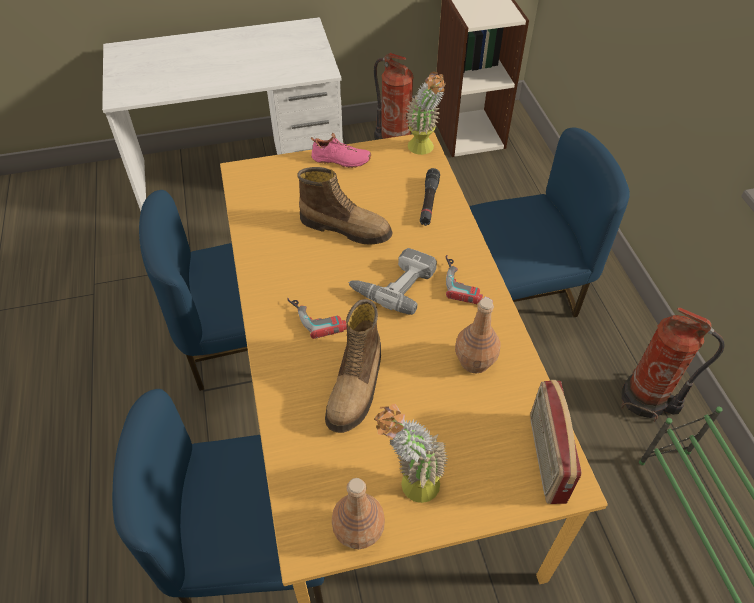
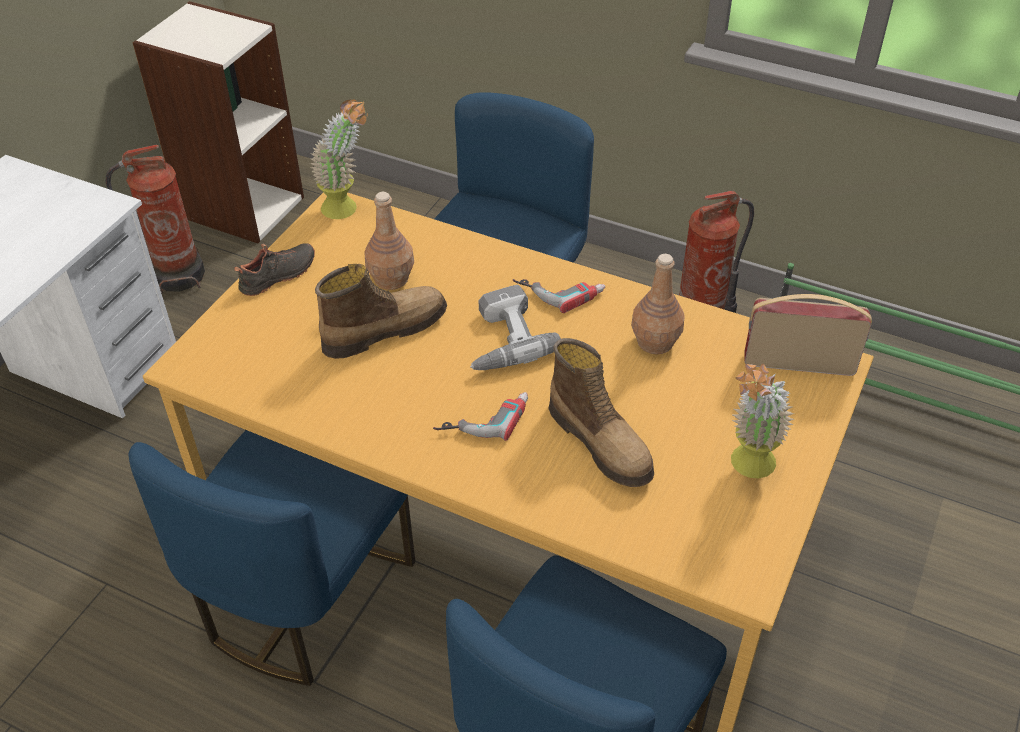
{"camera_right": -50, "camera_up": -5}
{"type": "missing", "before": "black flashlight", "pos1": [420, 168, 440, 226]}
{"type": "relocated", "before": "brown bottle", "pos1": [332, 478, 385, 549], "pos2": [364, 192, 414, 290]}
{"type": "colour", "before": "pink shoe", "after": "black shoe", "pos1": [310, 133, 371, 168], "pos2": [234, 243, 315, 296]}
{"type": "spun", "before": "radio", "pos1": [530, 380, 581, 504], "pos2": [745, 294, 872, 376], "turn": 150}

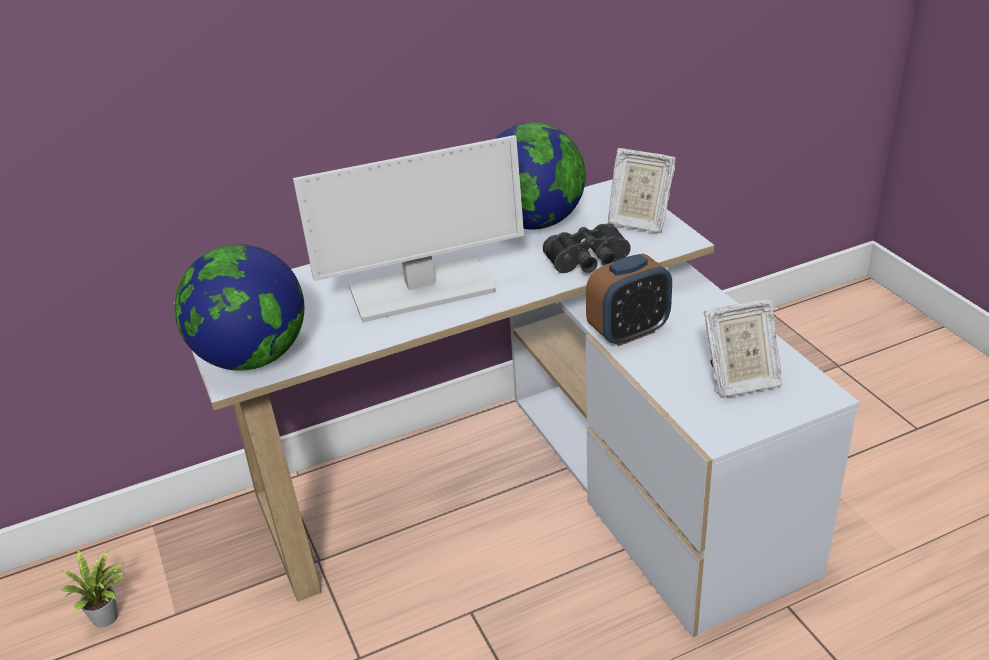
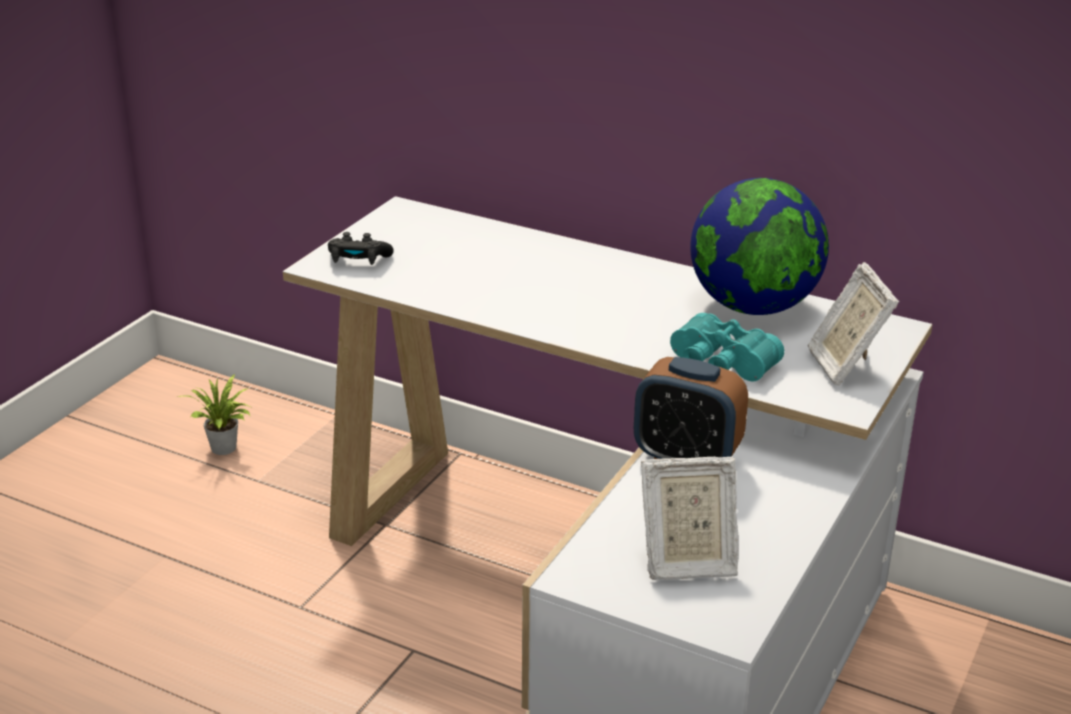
{"camera_right": 50, "camera_up": -5}
{"type": "missing", "before": "monitor", "pos1": [293, 135, 524, 323]}
{"type": "exchanged", "before": "globe", "after": "black game controller", "pos1": [174, 244, 304, 371], "pos2": [328, 232, 394, 265]}
{"type": "colour", "before": "black binoculars", "after": "turquoise binoculars", "pos1": [543, 224, 631, 273], "pos2": [670, 313, 784, 381]}
{"type": "spun", "before": "picture frame", "pos1": [704, 299, 782, 398], "pos2": [641, 457, 739, 580], "turn": -45}

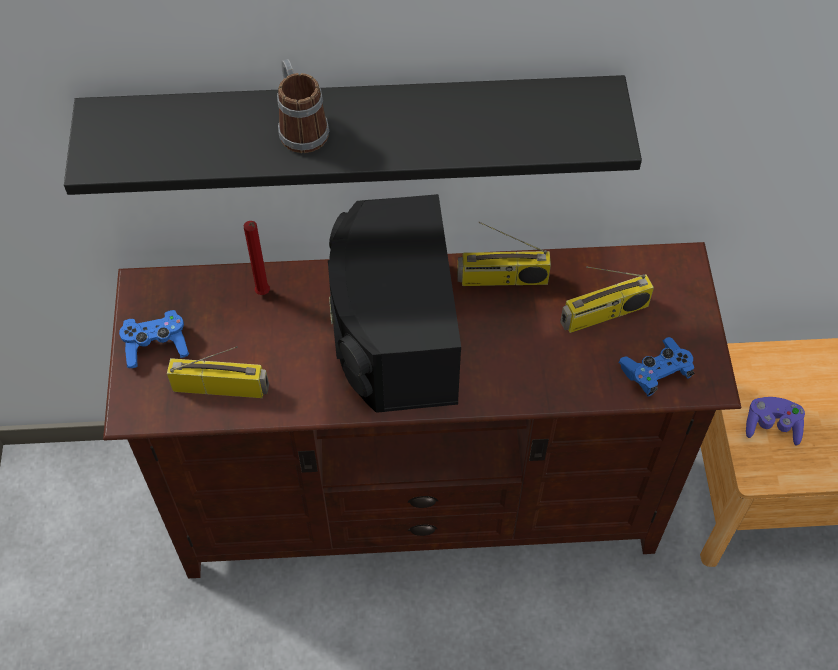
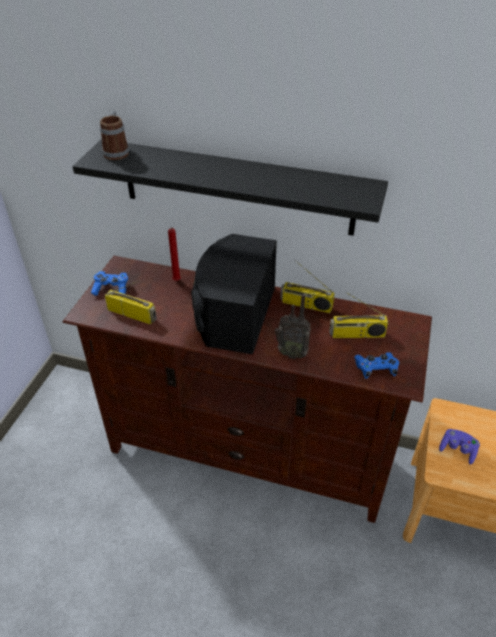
{"camera_right": 20, "camera_up": -15}
{"type": "appeared", "after": "radio", "pos2": [274, 293, 311, 359]}
{"type": "relocated", "before": "mug", "pos1": [277, 59, 329, 153], "pos2": [100, 111, 129, 160]}

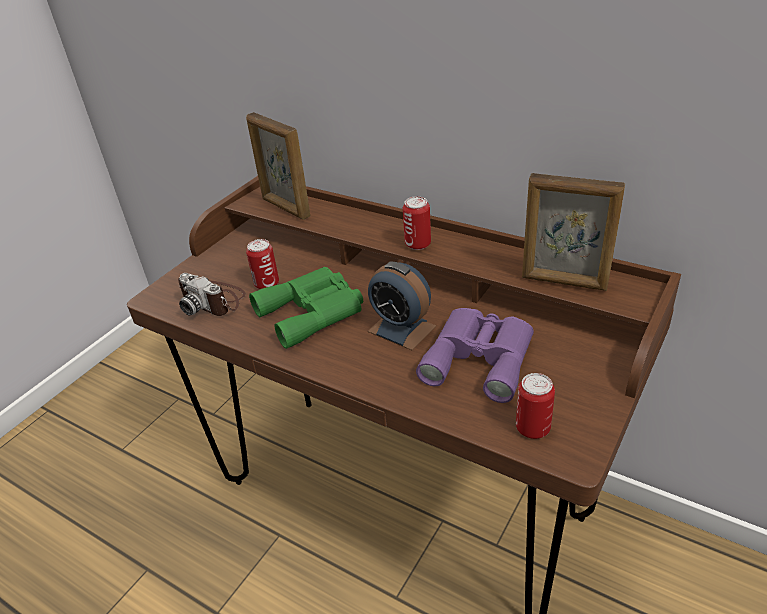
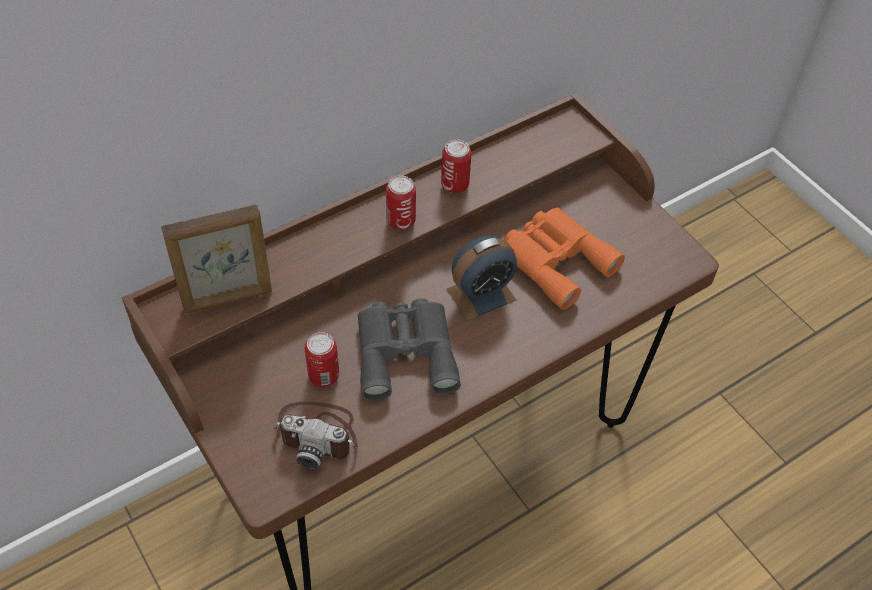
{"camera_right": -70, "camera_up": 15}
{"type": "missing", "before": "picture frame", "pos1": [522, 173, 625, 291]}
{"type": "relocated", "before": "can", "pos1": [516, 373, 555, 439], "pos2": [441, 139, 472, 193]}
{"type": "colour", "before": "green binoculars", "after": "grey binoculars", "pos1": [249, 267, 363, 349], "pos2": [358, 298, 461, 401]}
{"type": "colour", "before": "purple binoculars", "after": "orange binoculars", "pos1": [416, 308, 534, 403], "pos2": [504, 208, 625, 310]}
{"type": "spun", "before": "photo camera", "pos1": [178, 273, 246, 316], "pos2": [273, 401, 358, 469], "turn": 45}

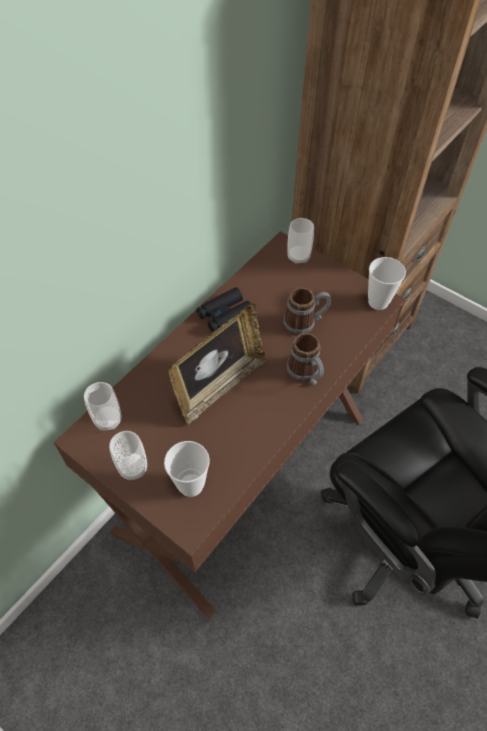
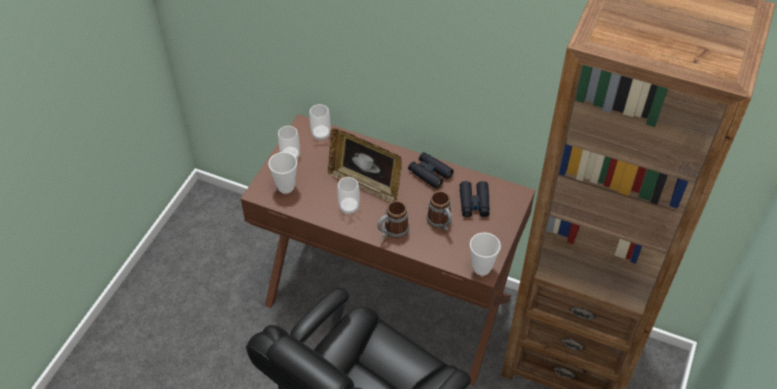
{"camera_right": 75, "camera_up": -5}
{"type": "appeared", "after": "black binoculars", "pos2": [460, 181, 490, 217]}
{"type": "relocated", "before": "cup", "pos1": [287, 218, 314, 264], "pos2": [338, 177, 359, 214]}

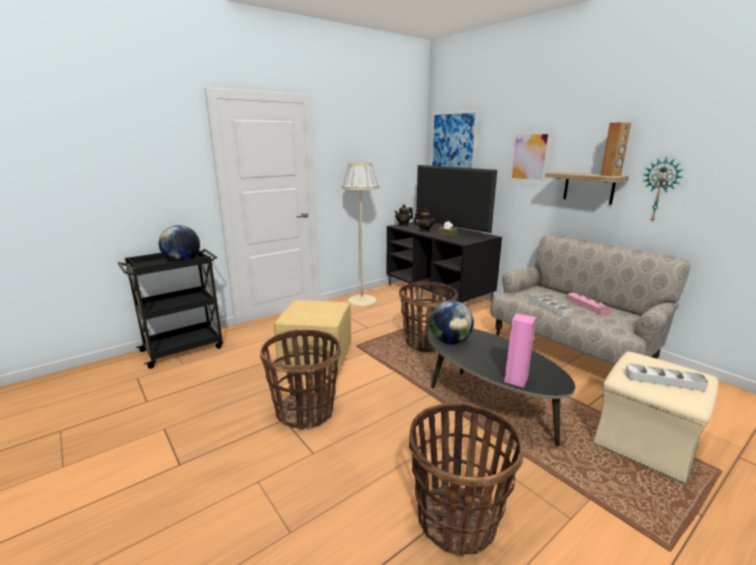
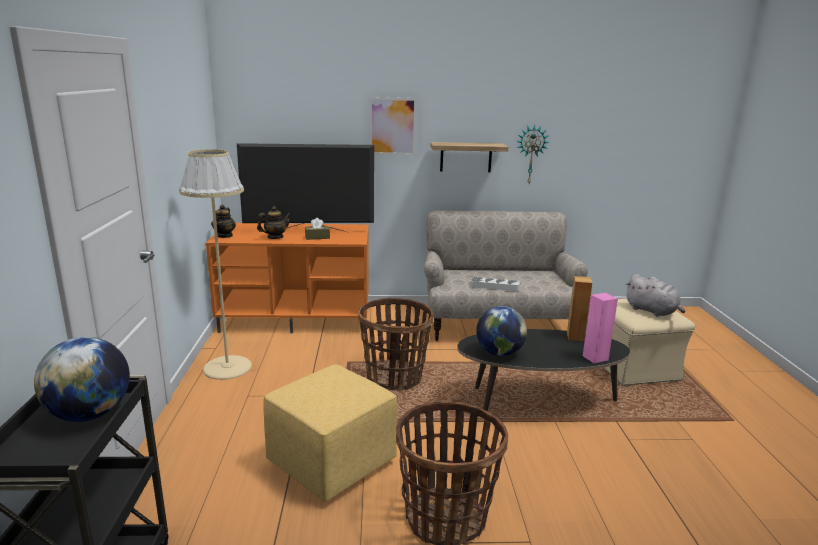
{"camera_right": -55, "camera_up": 0}
{"type": "missing", "before": "basket", "pos1": [409, 403, 523, 556]}
{"type": "missing", "before": "picture", "pos1": [431, 110, 479, 168]}
{"type": "missing", "before": "pink tray", "pos1": [567, 293, 612, 315]}
{"type": "relocated", "before": "brown speaker", "pos1": [601, 122, 631, 176], "pos2": [567, 276, 592, 341]}
{"type": "exchanged", "before": "grey tray", "after": "grey plush toy", "pos1": [625, 363, 709, 391], "pos2": [625, 274, 685, 317]}
{"type": "colour", "before": "black tv stand", "after": "orange tv stand", "pos1": [386, 221, 502, 303], "pos2": [206, 223, 369, 333]}

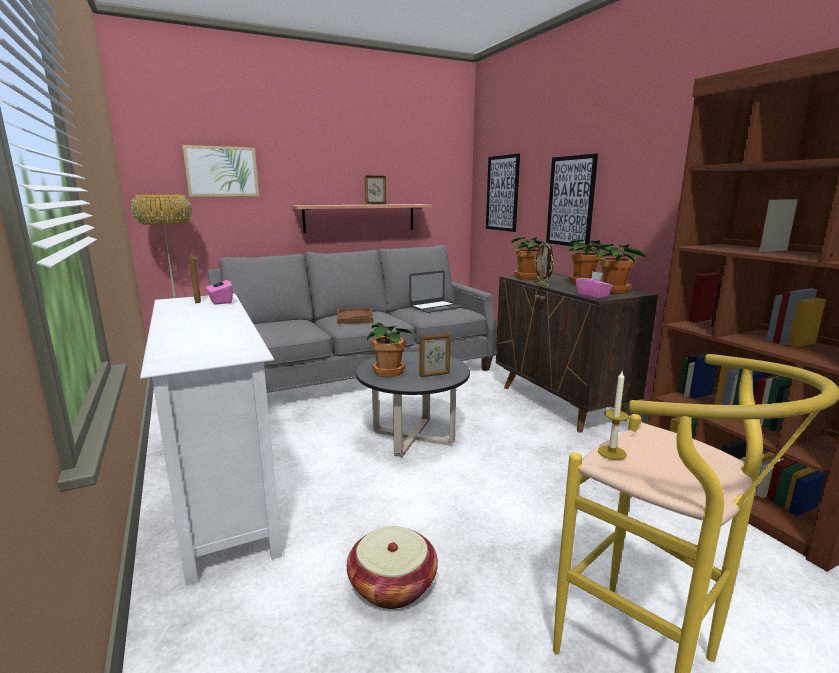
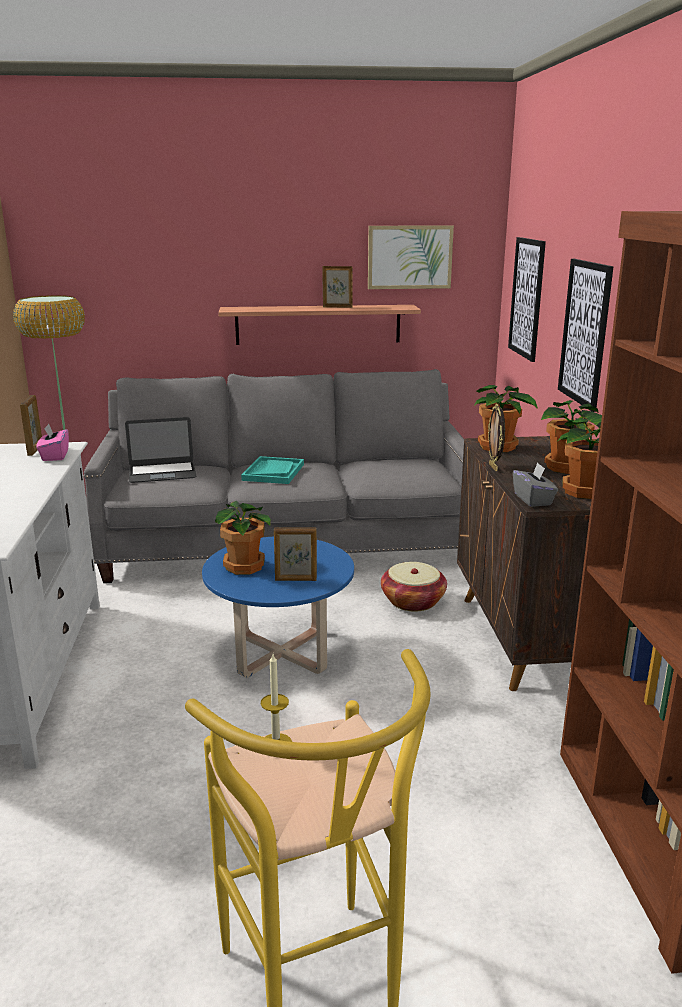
{"camera_right": 20, "camera_up": 5}
{"type": "relocated", "before": "picture", "pos1": [182, 145, 259, 197], "pos2": [368, 225, 454, 289]}
{"type": "relocated", "before": "basket", "pos1": [347, 526, 438, 609], "pos2": [381, 562, 447, 612]}
{"type": "relocated", "before": "laptop", "pos1": [409, 271, 463, 313], "pos2": [125, 417, 196, 483]}
{"type": "colour", "before": "brown tray", "after": "turquoise tray", "pos1": [337, 308, 373, 324], "pos2": [241, 456, 304, 484]}
{"type": "colour", "before": "black coffee table", "after": "blue coffee table", "pos1": [356, 352, 470, 457], "pos2": [202, 537, 354, 678]}
{"type": "colour", "before": "pink tissue box", "after": "grey tissue box", "pos1": [576, 271, 613, 299], "pos2": [513, 463, 558, 507]}

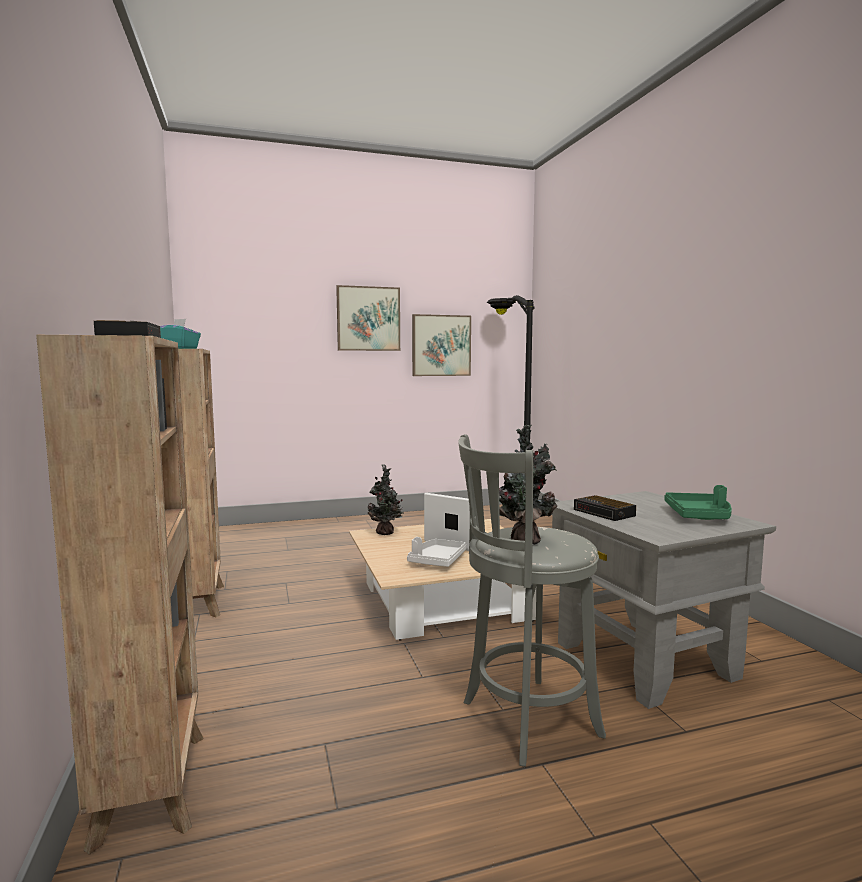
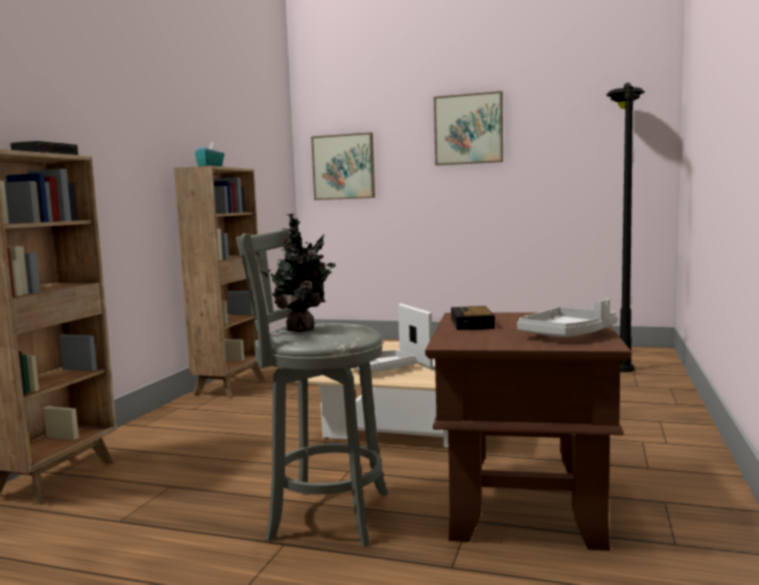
{"camera_right": 35, "camera_up": 0}
{"type": "missing", "before": "potted plant", "pos1": [368, 464, 404, 535]}
{"type": "relocated", "before": "picture", "pos1": [412, 314, 471, 376], "pos2": [311, 132, 375, 200]}
{"type": "colour", "before": "grey side table", "after": "brown side table", "pos1": [552, 491, 776, 709], "pos2": [425, 312, 632, 551]}
{"type": "colour", "before": "green tray", "after": "grey tray", "pos1": [665, 485, 732, 520], "pos2": [517, 299, 617, 337]}

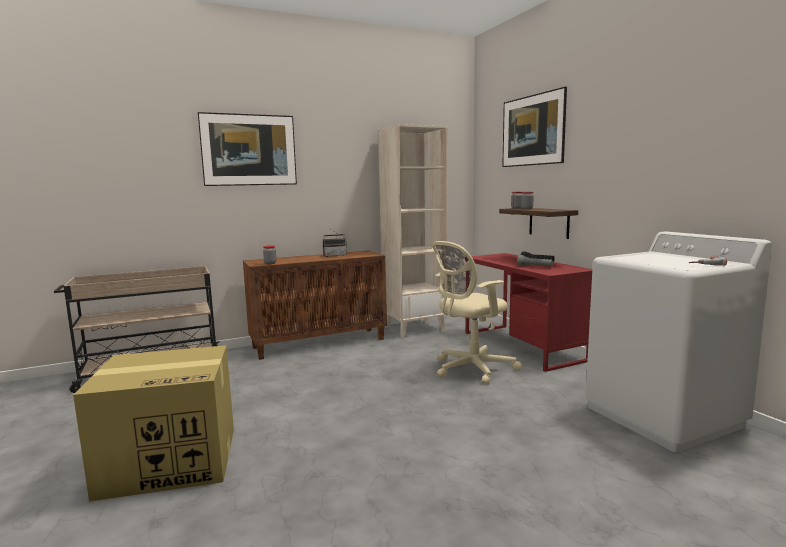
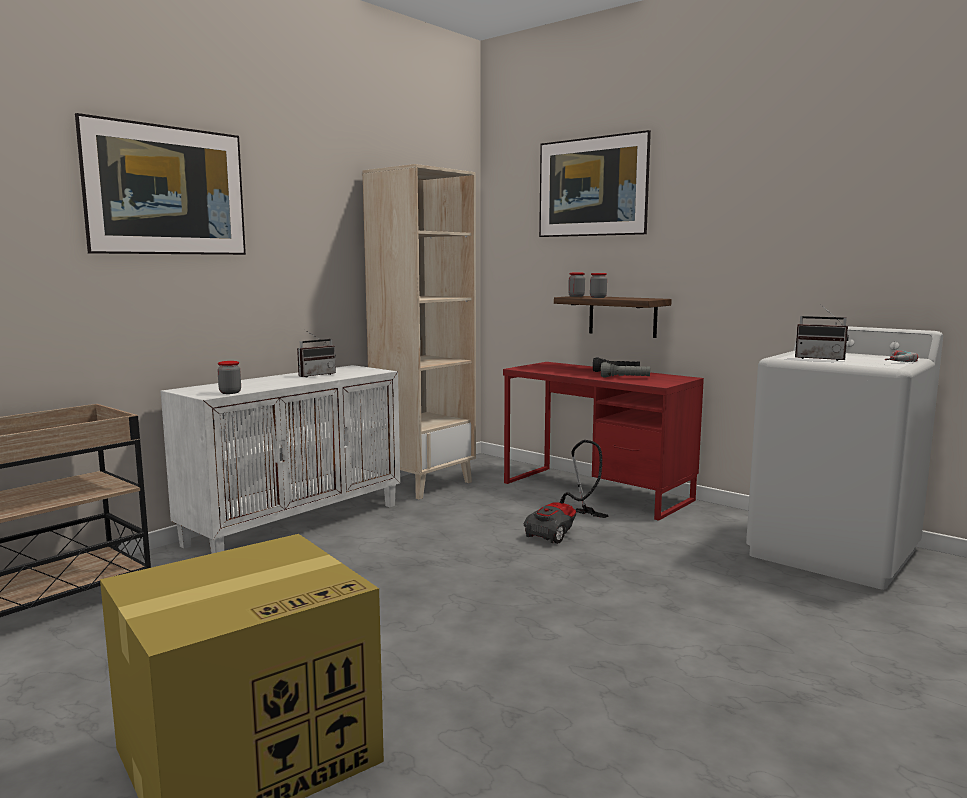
{"camera_right": -25, "camera_up": 0}
{"type": "appeared", "after": "radio", "pos2": [795, 304, 849, 361]}
{"type": "exchanged", "before": "beige office chair", "after": "vacuum cleaner", "pos1": [431, 241, 522, 385], "pos2": [524, 440, 608, 544]}
{"type": "colour", "before": "brown cabinet", "after": "white cabinet", "pos1": [243, 251, 387, 360], "pos2": [161, 365, 400, 554]}

